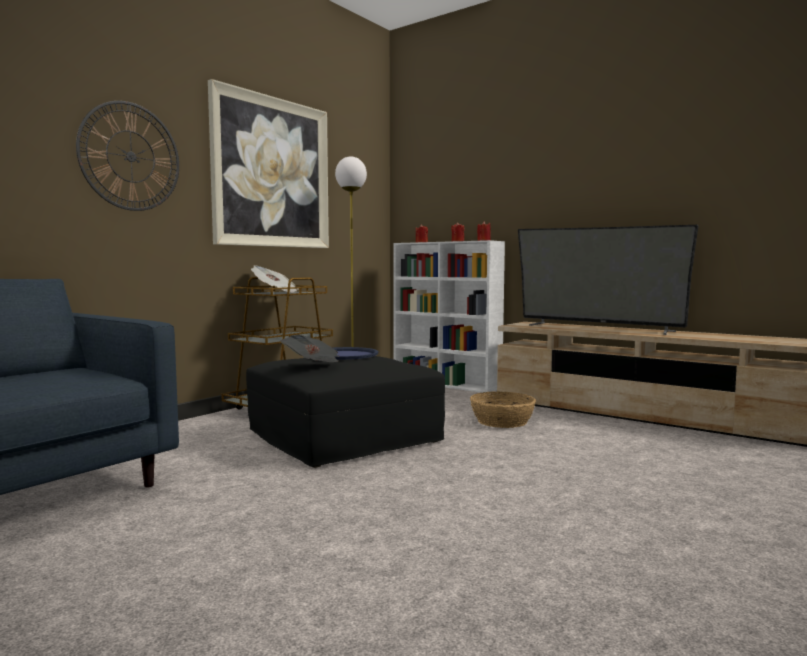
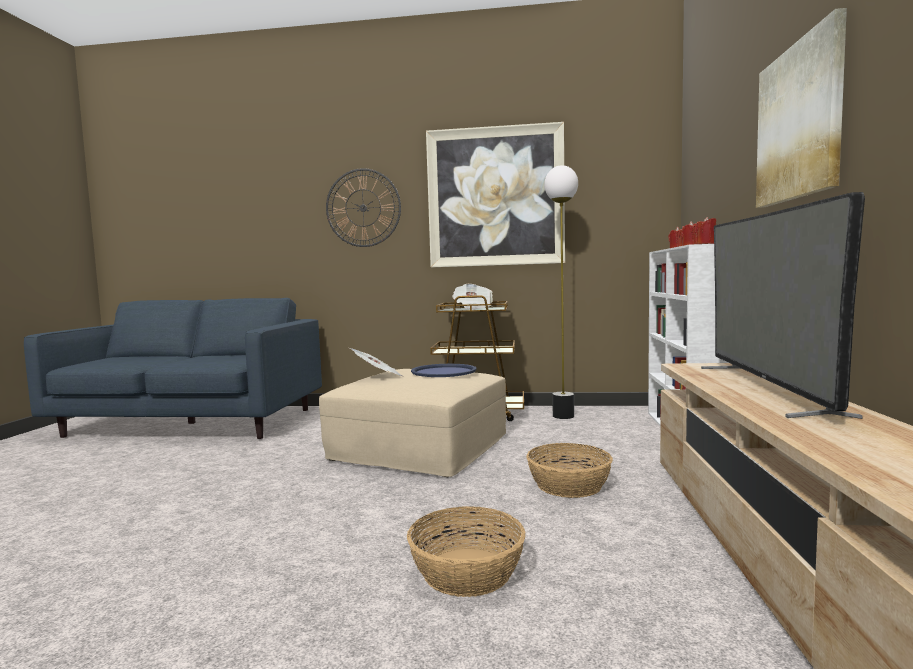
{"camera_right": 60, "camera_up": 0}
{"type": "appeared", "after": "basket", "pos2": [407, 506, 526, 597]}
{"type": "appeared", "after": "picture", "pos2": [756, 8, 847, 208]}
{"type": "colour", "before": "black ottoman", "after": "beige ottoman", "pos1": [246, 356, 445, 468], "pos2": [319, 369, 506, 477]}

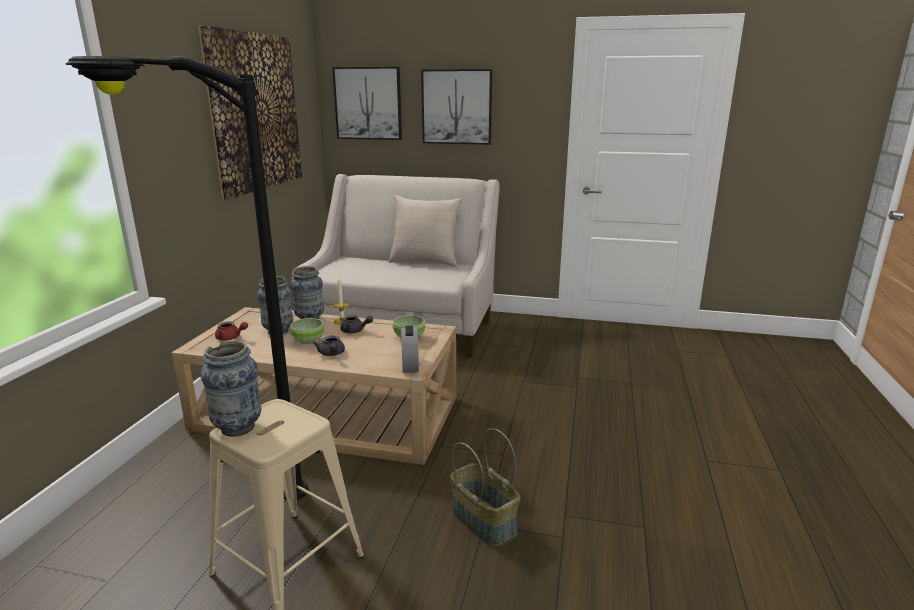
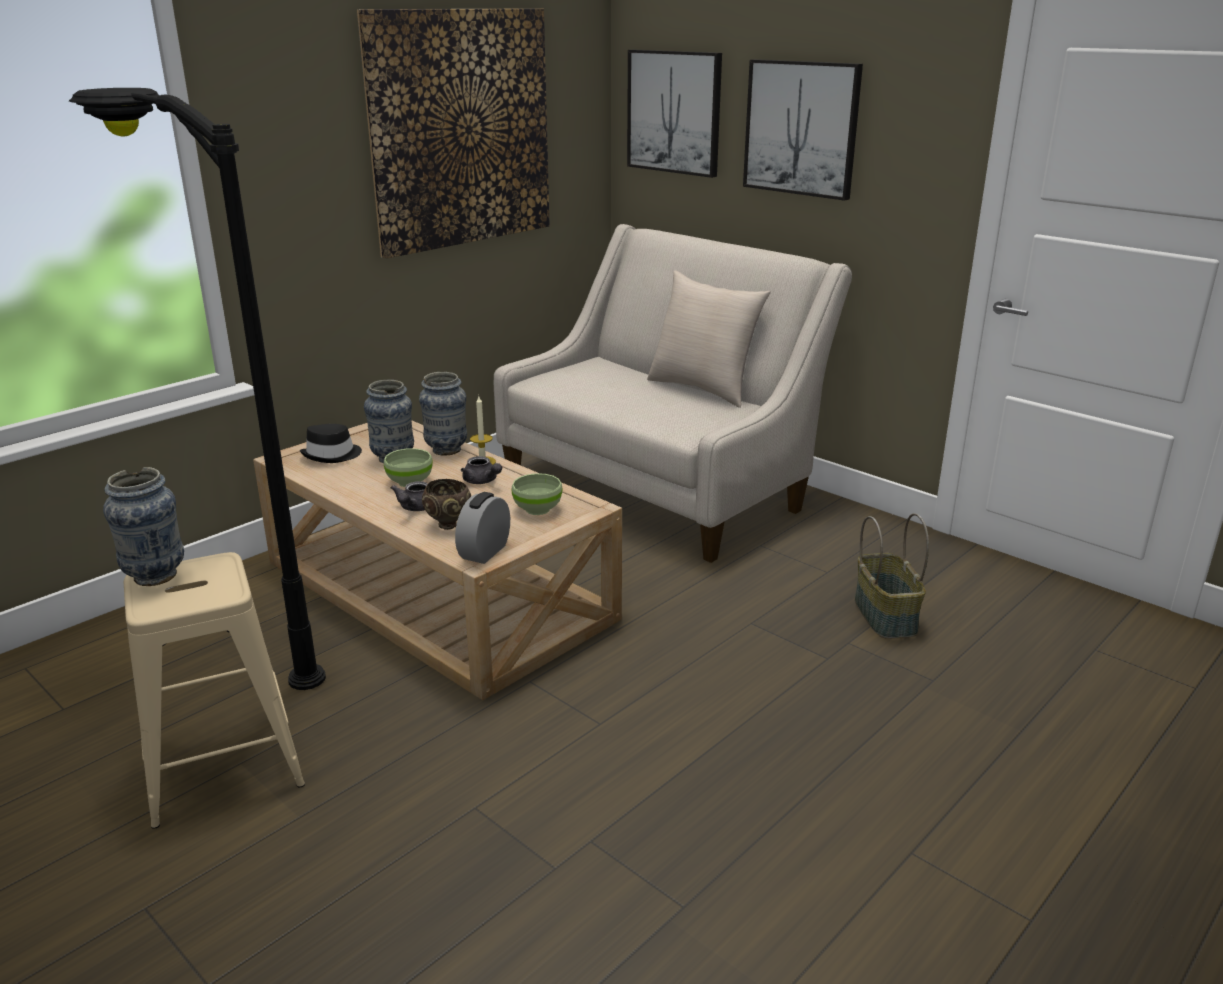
{"camera_right": 30, "camera_up": 5}
{"type": "appeared", "after": "brown bowl", "pos2": [422, 479, 471, 530]}
{"type": "relocated", "before": "basket", "pos1": [450, 428, 520, 546], "pos2": [855, 513, 929, 639]}
{"type": "exchanged", "before": "red teapot", "after": "black hat", "pos1": [215, 322, 248, 341], "pos2": [300, 424, 362, 463]}

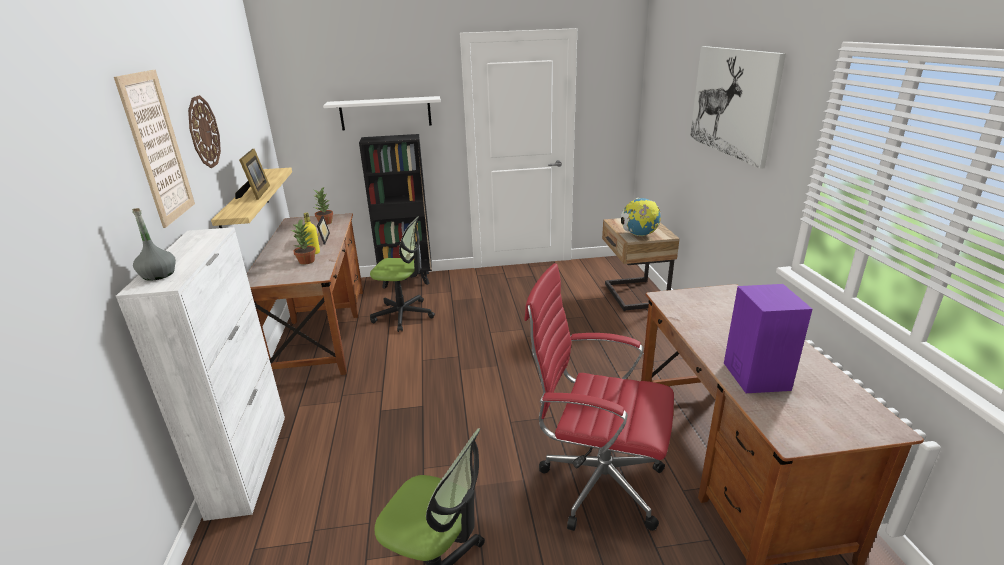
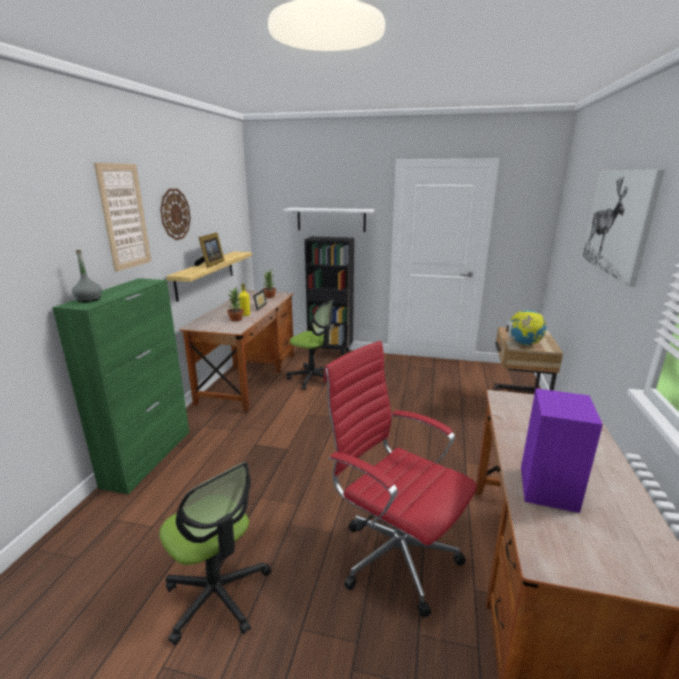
{"camera_right": 20, "camera_up": -5}
{"type": "colour", "before": "white cabinet", "after": "green cabinet", "pos1": [116, 227, 285, 521], "pos2": [52, 278, 190, 494]}

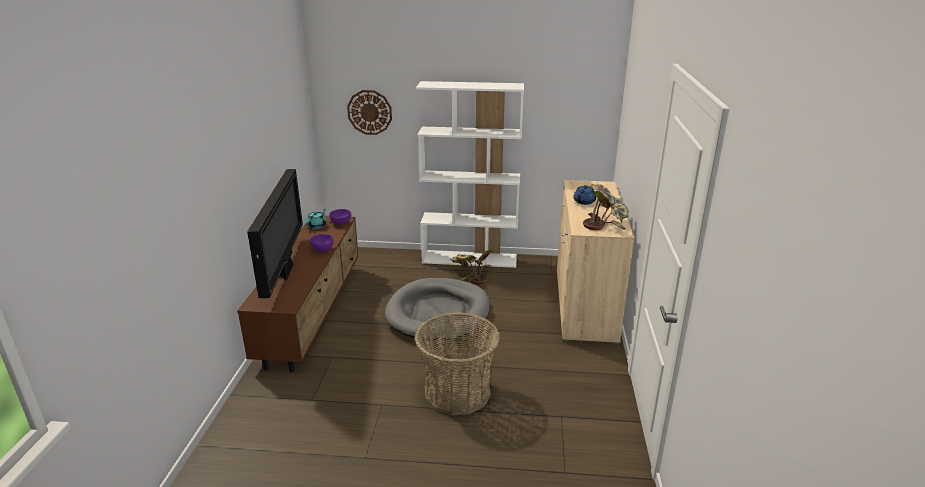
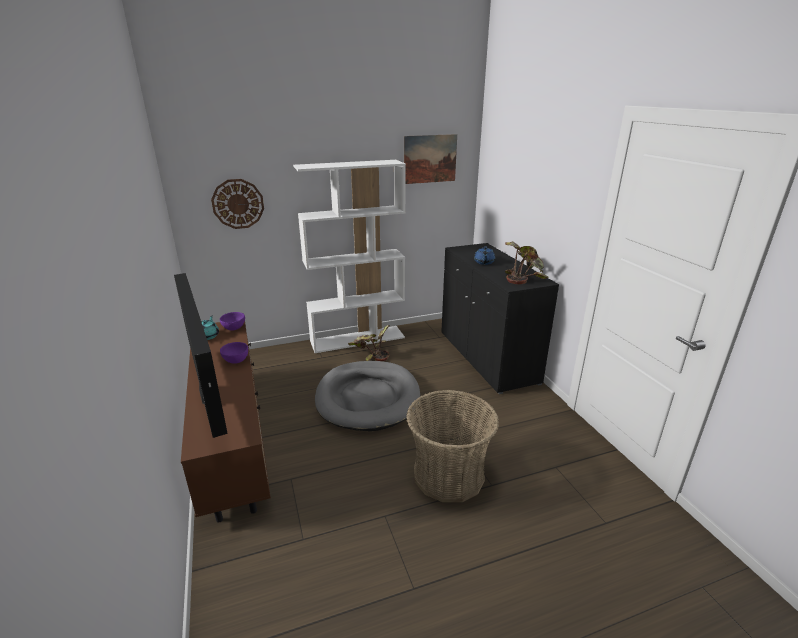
{"camera_right": -25, "camera_up": 0}
{"type": "appeared", "after": "picture", "pos2": [404, 134, 457, 184]}
{"type": "colour", "before": "beige cabinet", "after": "black cabinet", "pos1": [557, 180, 635, 344], "pos2": [441, 243, 559, 394]}

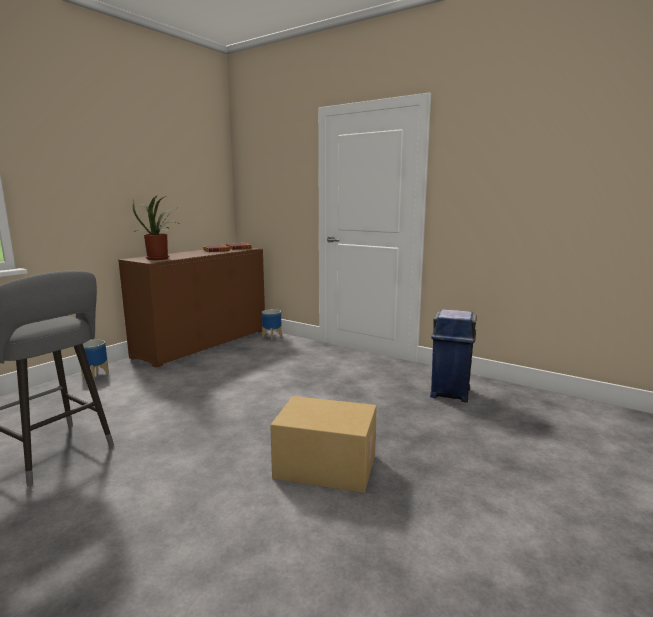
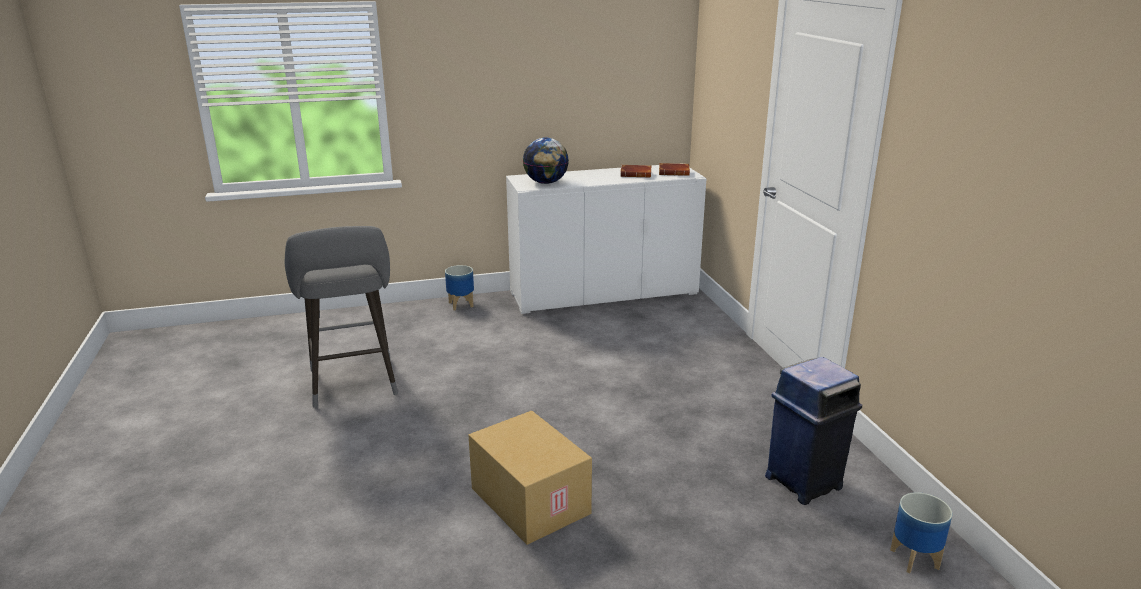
{"camera_right": 40, "camera_up": 10}
{"type": "relocated", "before": "planter", "pos1": [262, 309, 282, 340], "pos2": [890, 492, 952, 574]}
{"type": "exchanged", "before": "potted plant", "after": "globe", "pos1": [133, 196, 182, 260], "pos2": [523, 137, 569, 184]}
{"type": "colour", "before": "brown cabinet", "after": "white cabinet", "pos1": [118, 248, 265, 368], "pos2": [506, 163, 706, 314]}

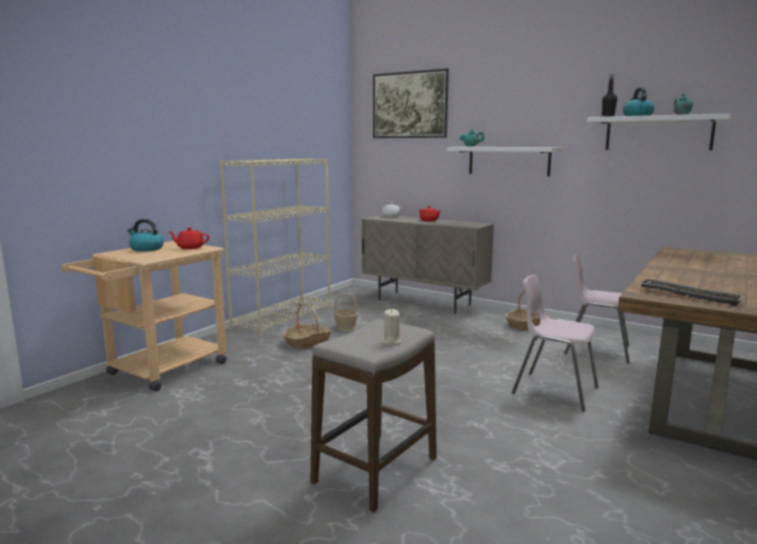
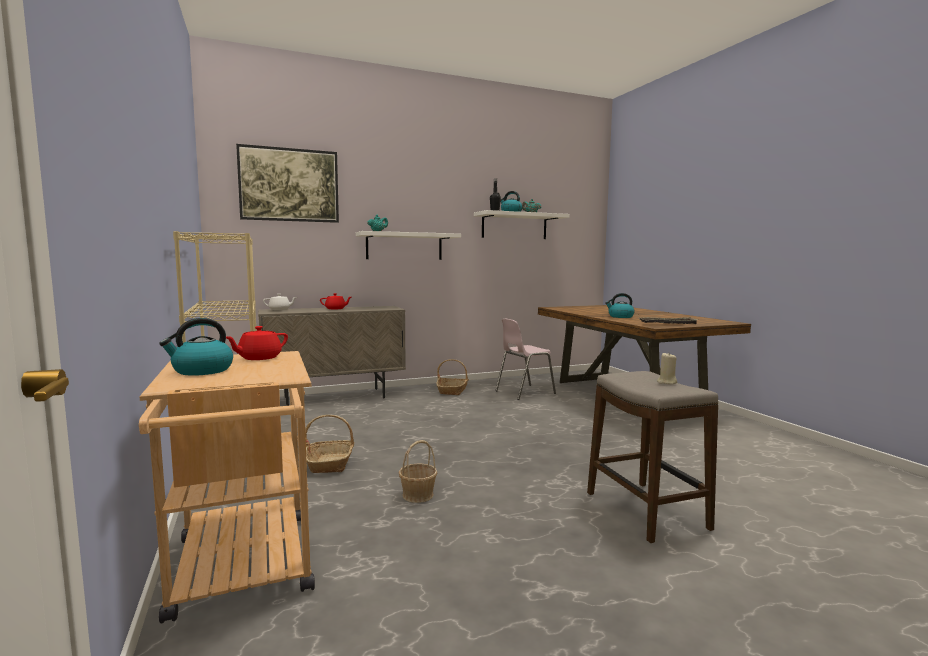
{"camera_right": -55, "camera_up": -5}
{"type": "missing", "before": "pink chair", "pos1": [512, 275, 599, 412]}
{"type": "appeared", "after": "kettle", "pos2": [605, 293, 635, 318]}
{"type": "relocated", "before": "basket", "pos1": [334, 293, 358, 331], "pos2": [399, 440, 437, 503]}

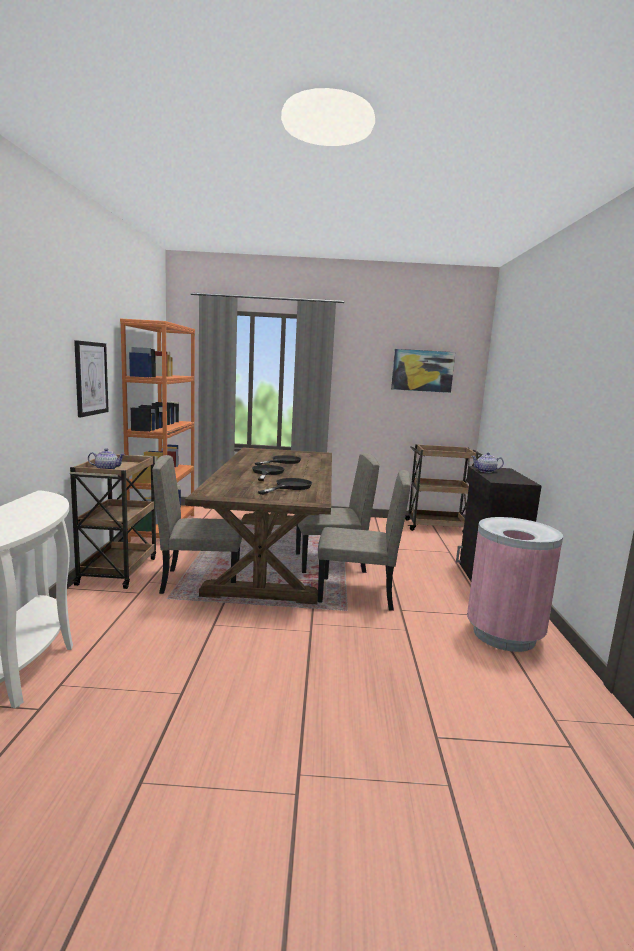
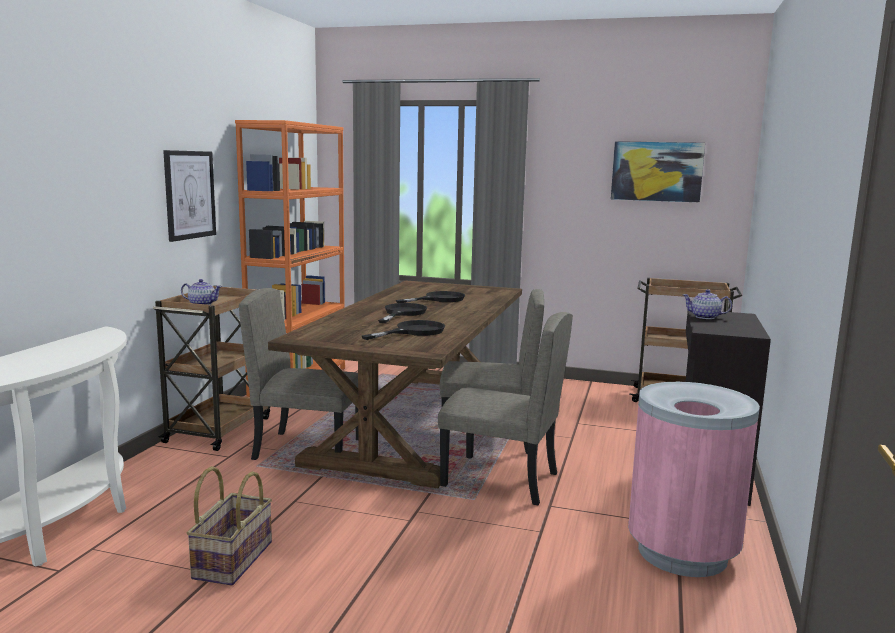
{"camera_right": 15, "camera_up": 0}
{"type": "appeared", "after": "basket", "pos2": [187, 466, 272, 586]}

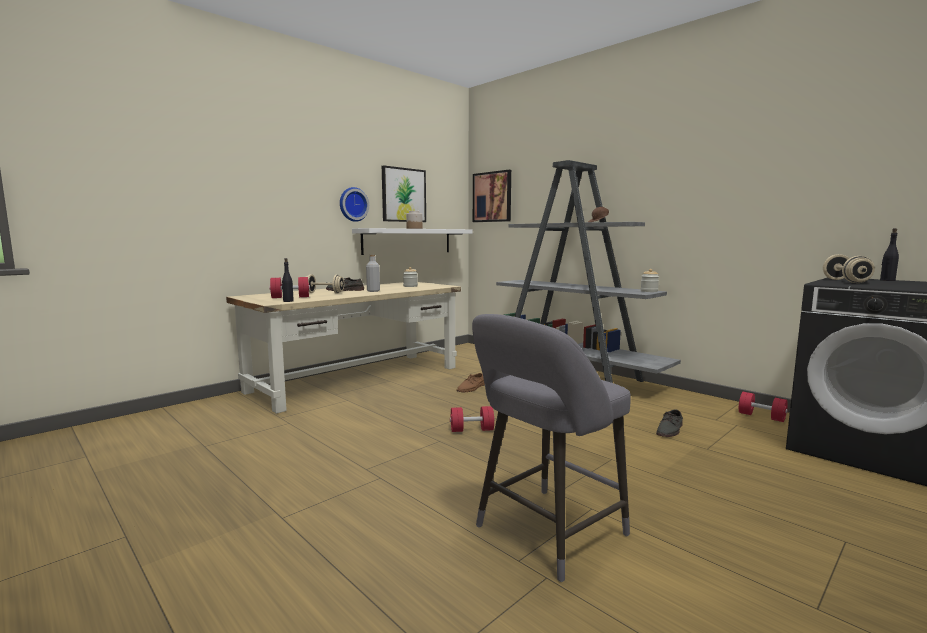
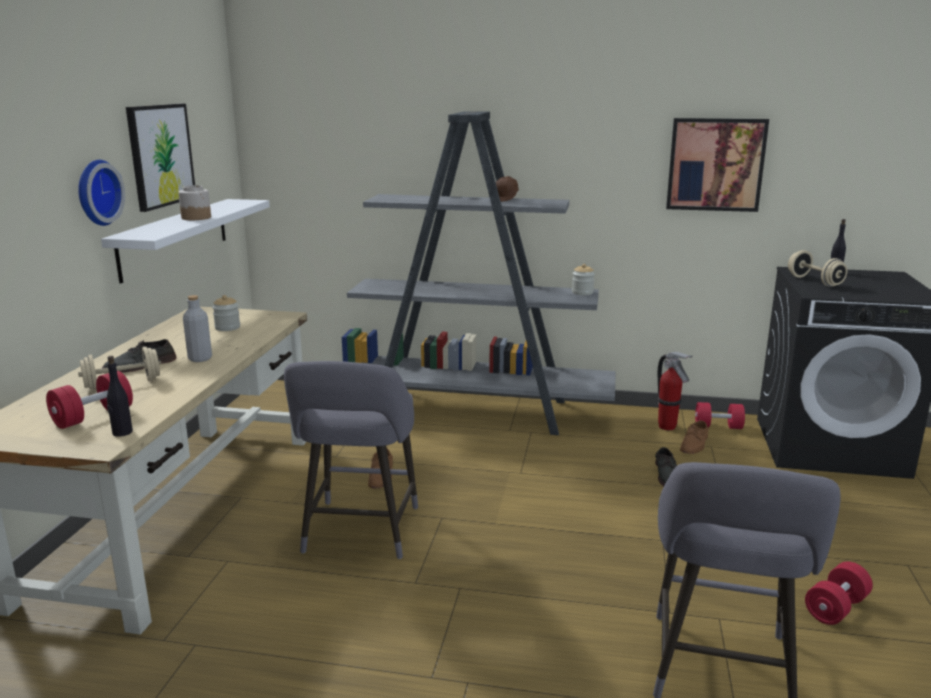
{"camera_right": -35, "camera_up": 10}
{"type": "appeared", "after": "grey stool", "pos2": [284, 361, 418, 559]}
{"type": "appeared", "after": "fire extinguisher", "pos2": [658, 352, 693, 430]}
{"type": "appeared", "after": "brown shoe", "pos2": [680, 421, 709, 454]}
{"type": "relocated", "before": "red dumbbell", "pos1": [450, 406, 495, 432], "pos2": [805, 562, 873, 625]}
{"type": "relocated", "before": "picture", "pos1": [473, 170, 511, 222], "pos2": [666, 118, 769, 212]}

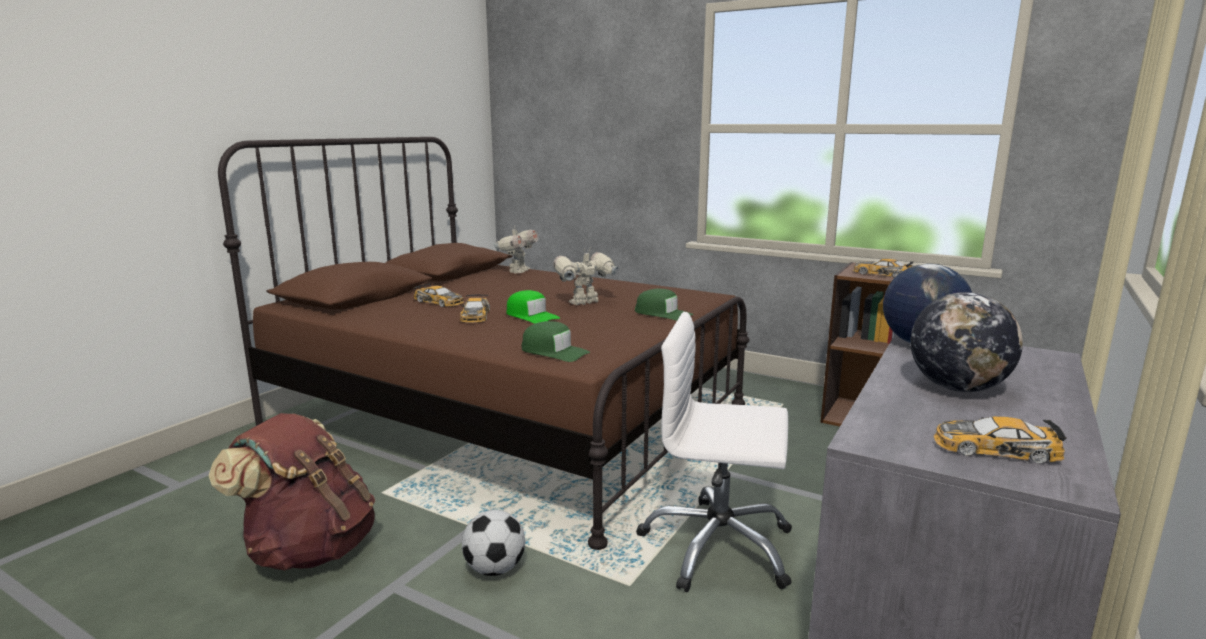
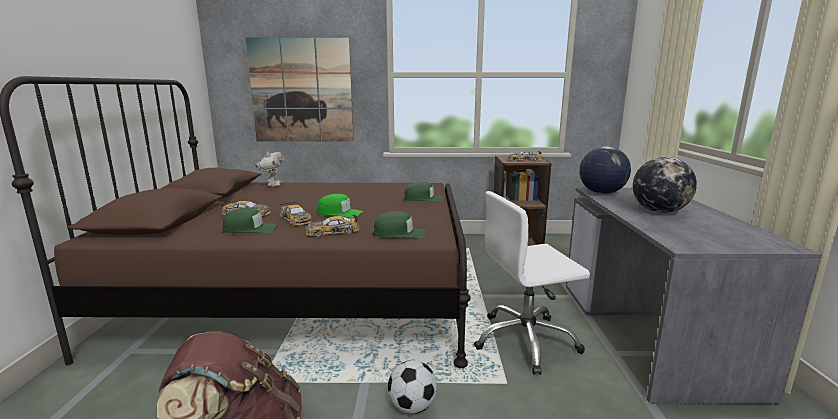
{"camera_right": -30, "camera_up": 0}
{"type": "missing", "before": "toy robot", "pos1": [553, 249, 618, 305]}
{"type": "appeared", "after": "green cap", "pos2": [222, 207, 278, 233]}
{"type": "appeared", "after": "picture", "pos2": [246, 37, 354, 142]}
{"type": "relocated", "before": "toy car", "pos1": [933, 416, 1067, 464], "pos2": [306, 215, 359, 237]}

